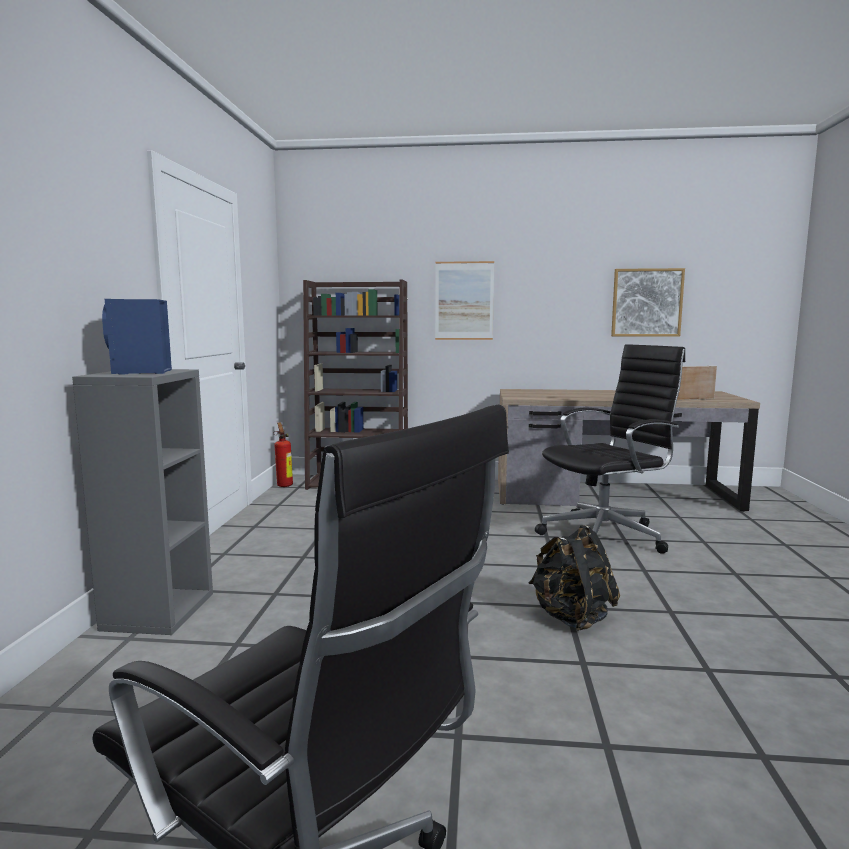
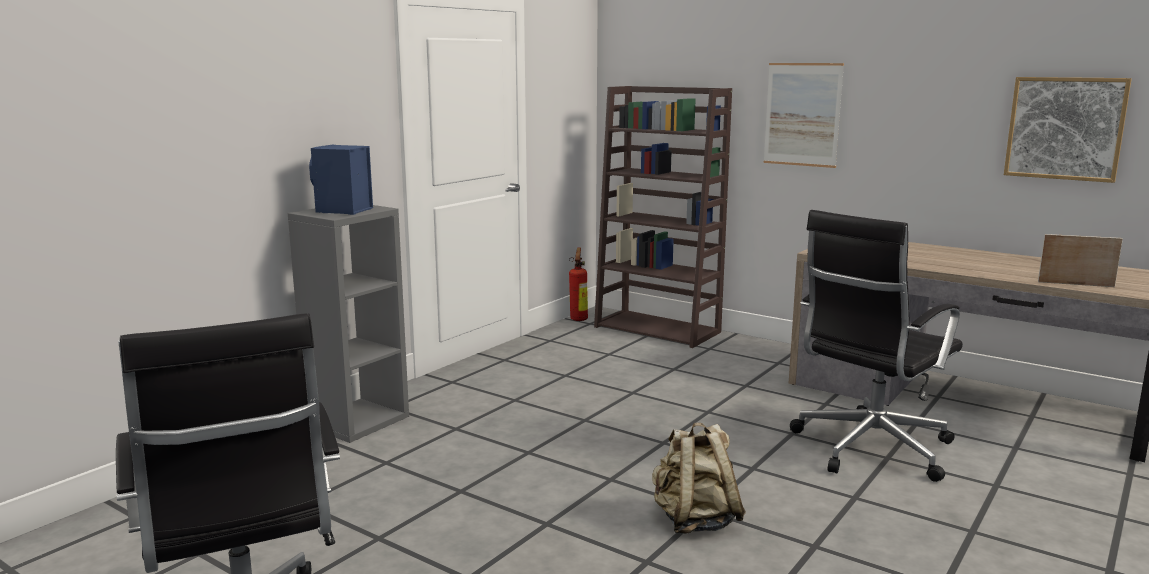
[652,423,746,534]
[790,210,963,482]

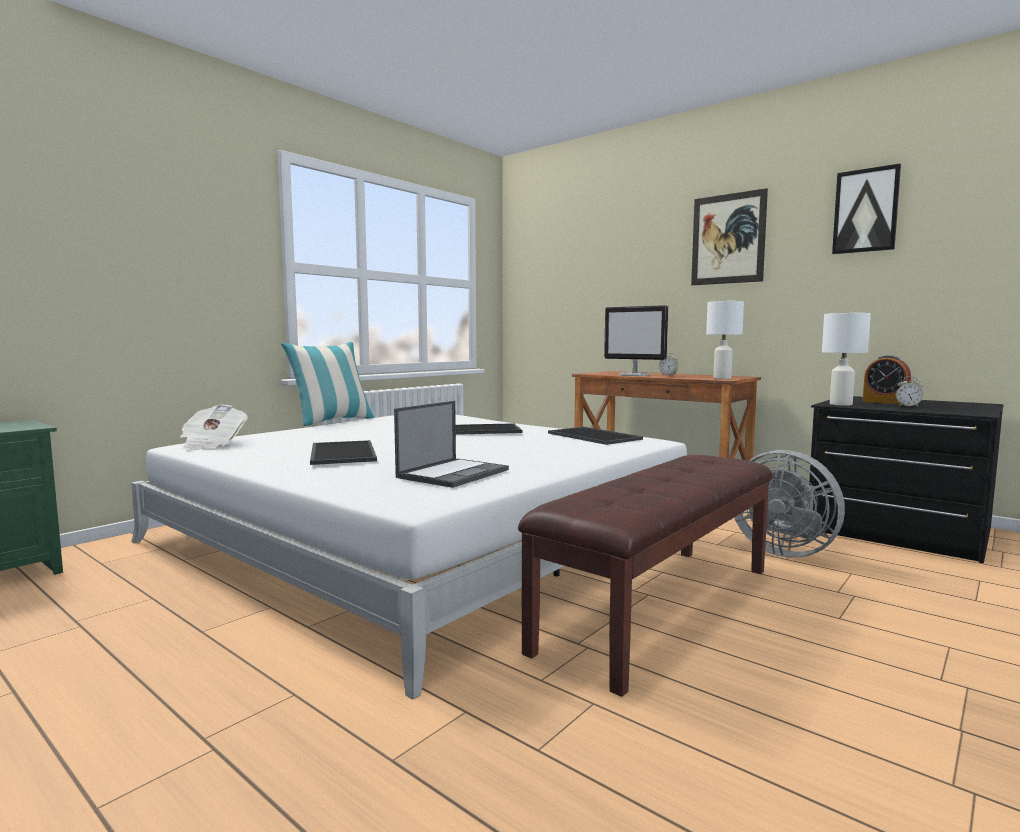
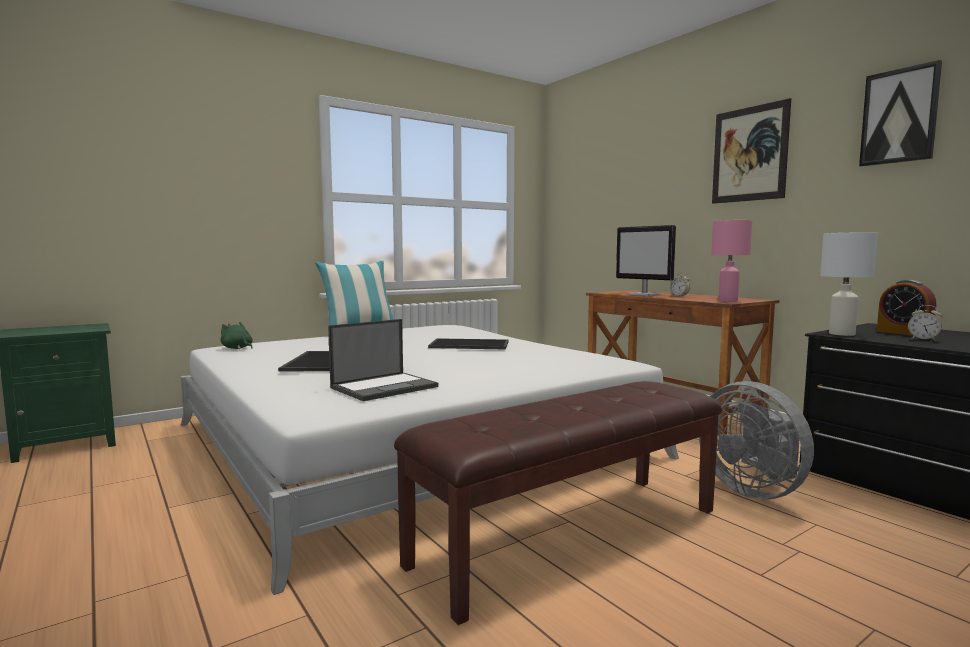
[220,322,253,349]
[548,427,643,445] (first image)
[711,220,752,302]

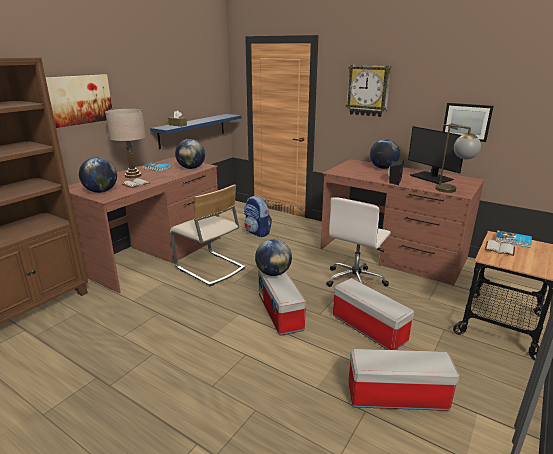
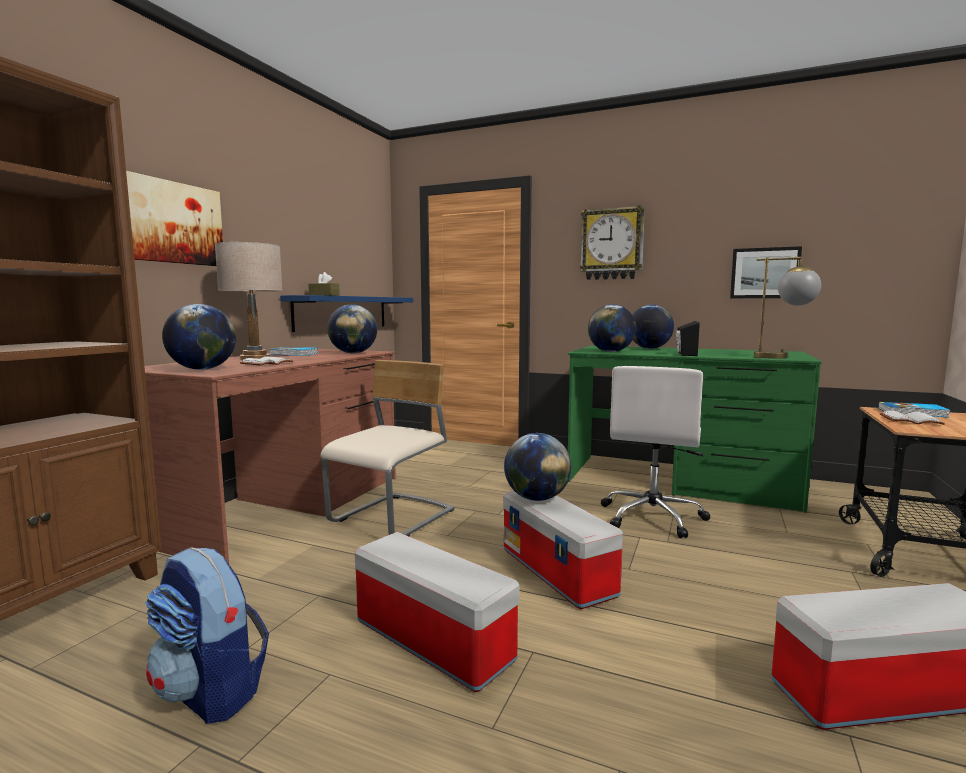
[320,360,455,536]
[145,548,269,724]
[568,346,822,513]
[355,532,520,692]
[408,126,463,184] (first image)
[588,304,636,352]

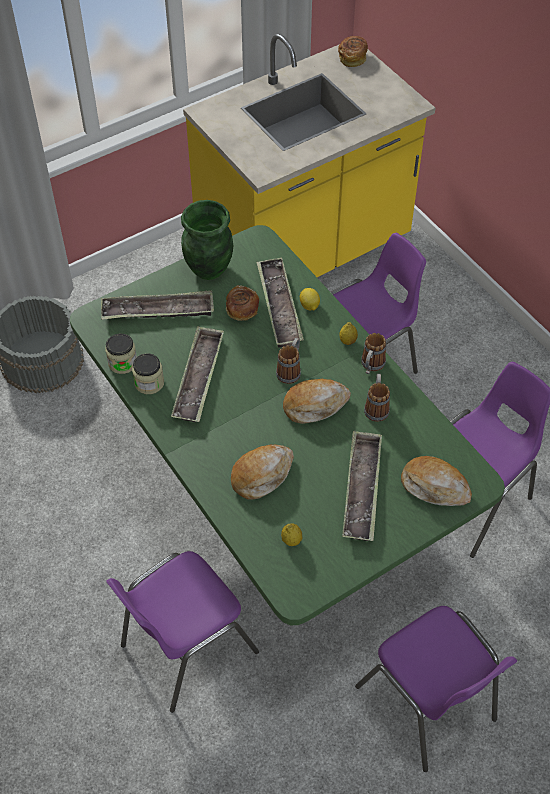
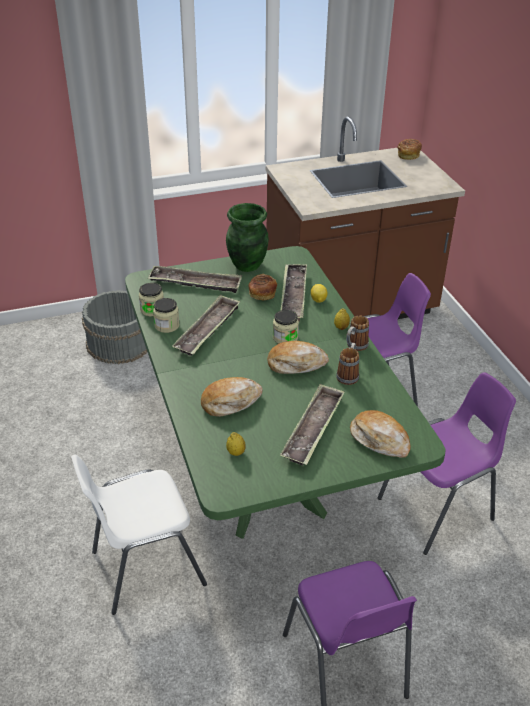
[71,454,207,615]
[266,117,465,319]
[273,310,299,344]

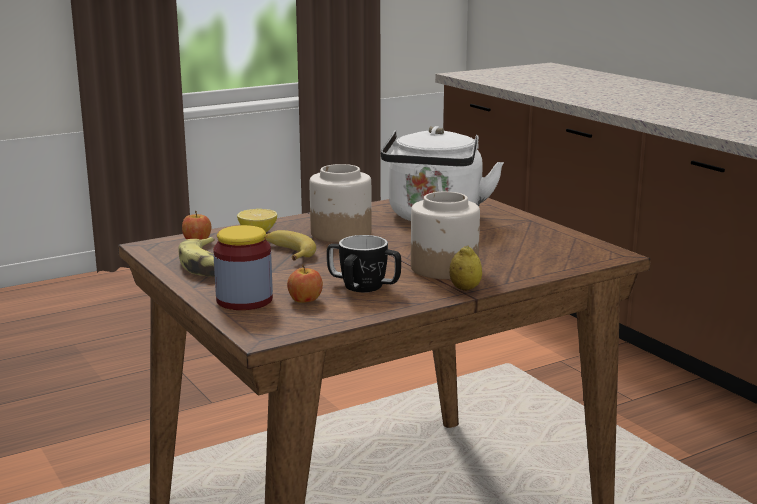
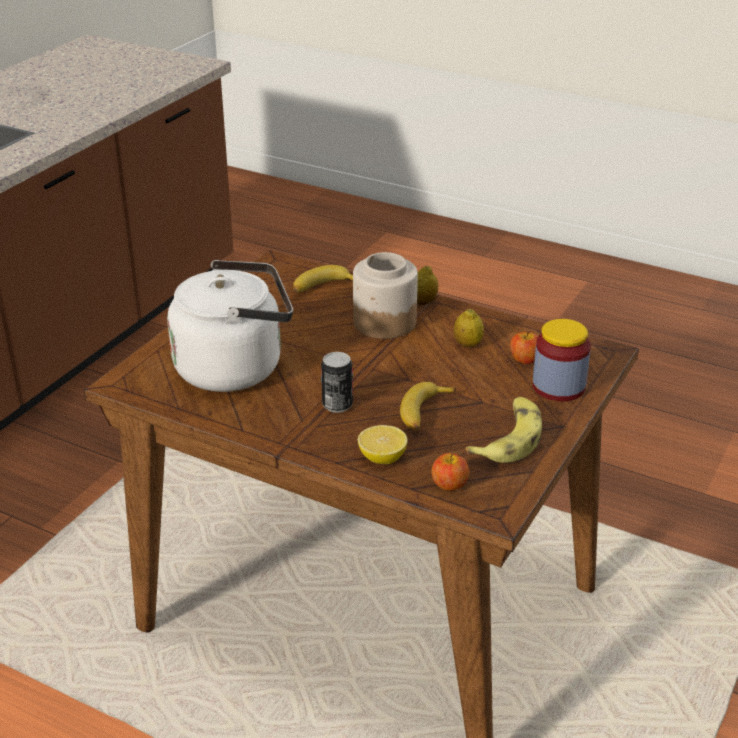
[321,352,353,413]
[454,309,484,347]
[293,265,353,293]

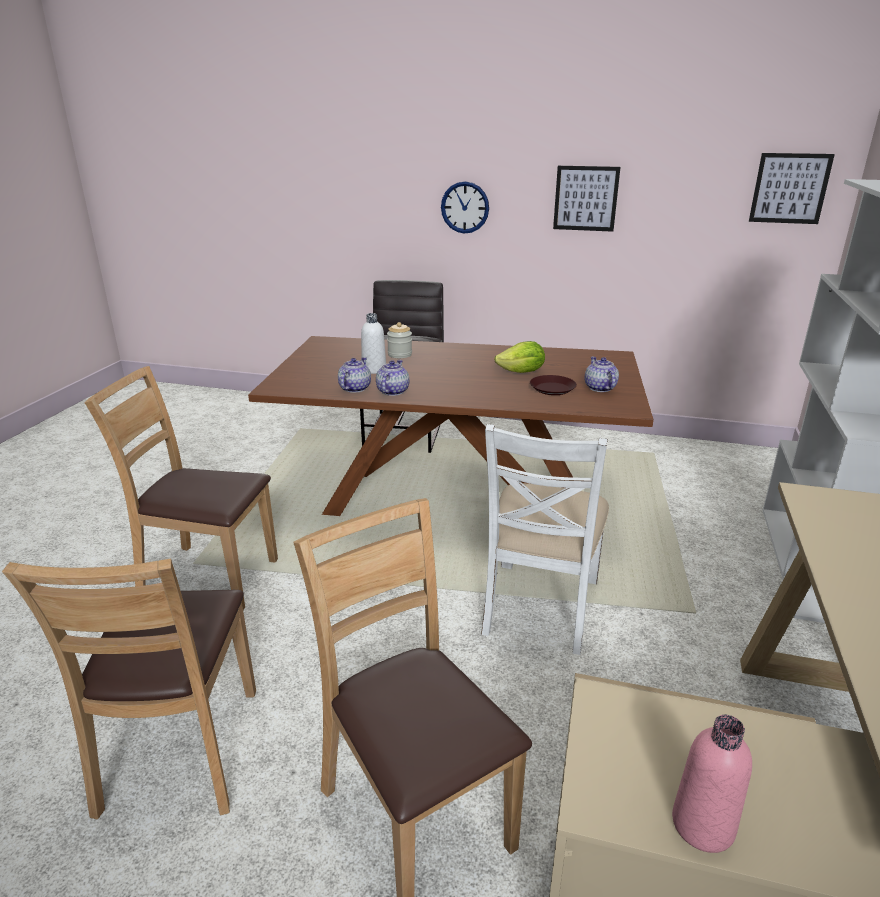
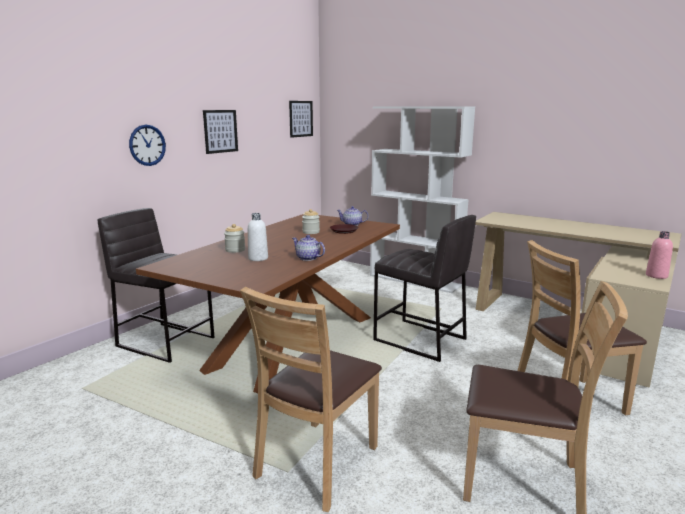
[338,357,371,393] (first image)
[373,215,476,362]
[302,209,320,234]

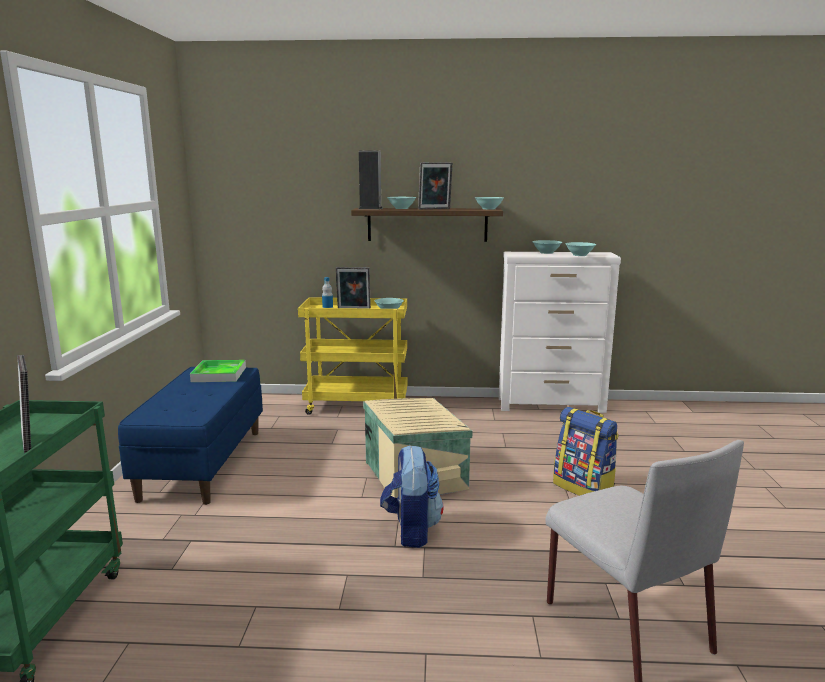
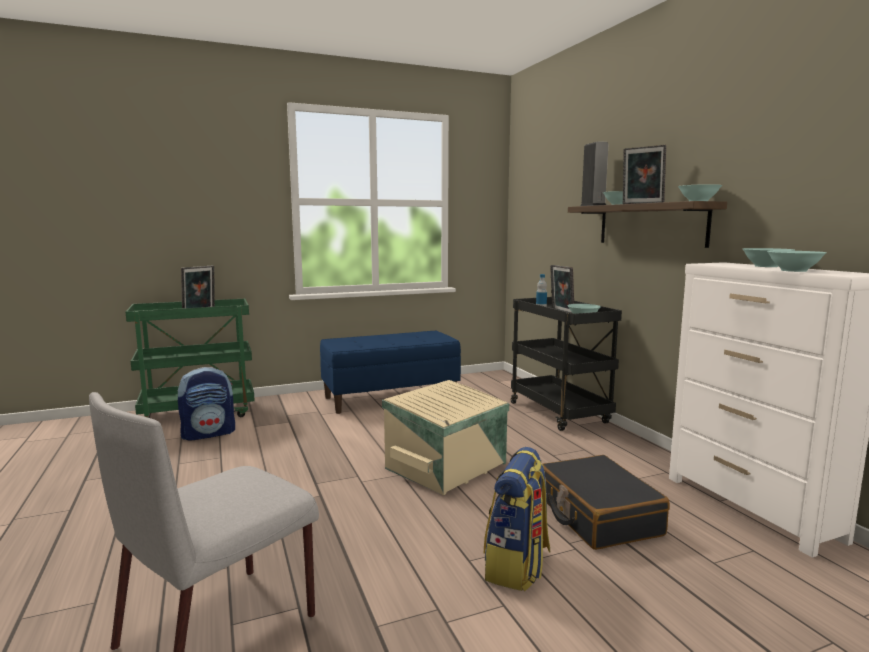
[190,360,246,382] (first image)
[511,297,622,431]
[177,367,235,441]
[541,455,670,550]

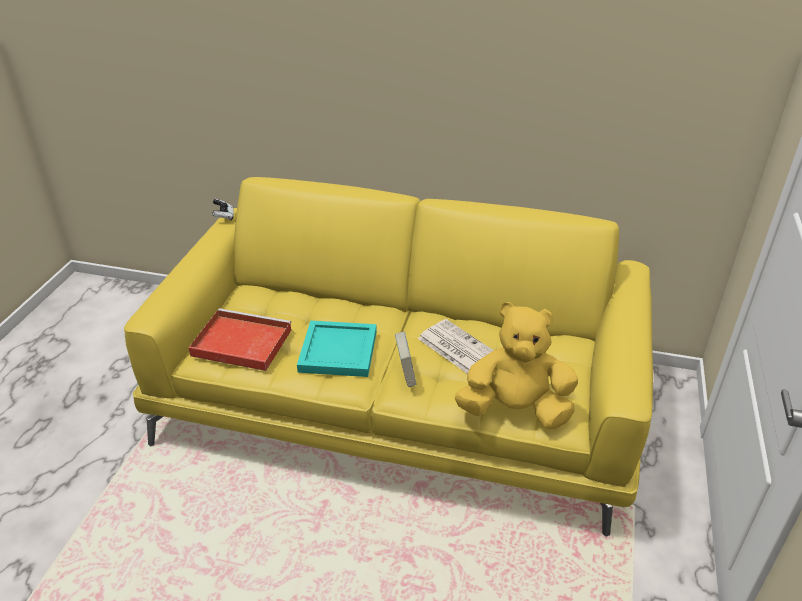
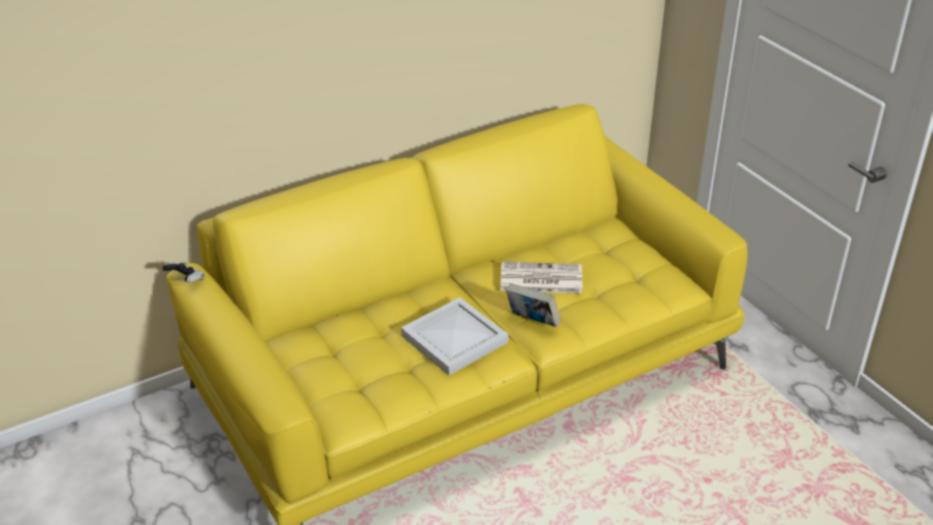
[188,308,291,371] (first image)
[401,297,509,375]
[455,302,578,429] (first image)

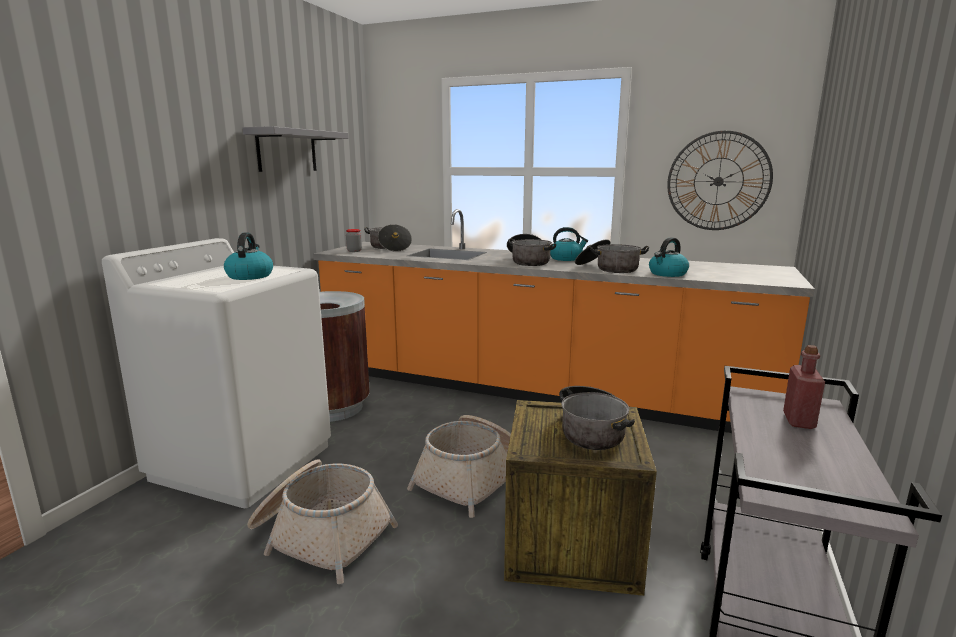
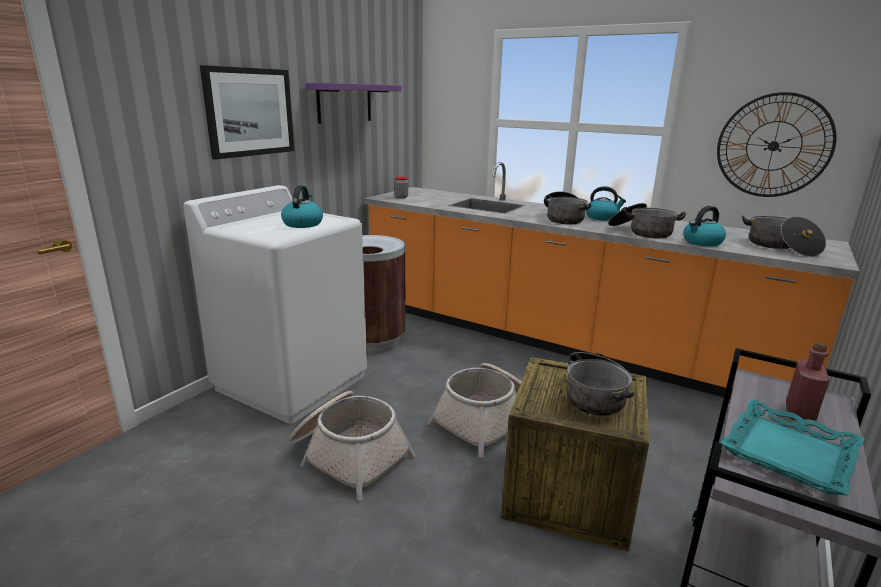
[305,83,402,124]
[742,216,826,257]
[200,65,294,160]
[720,399,864,495]

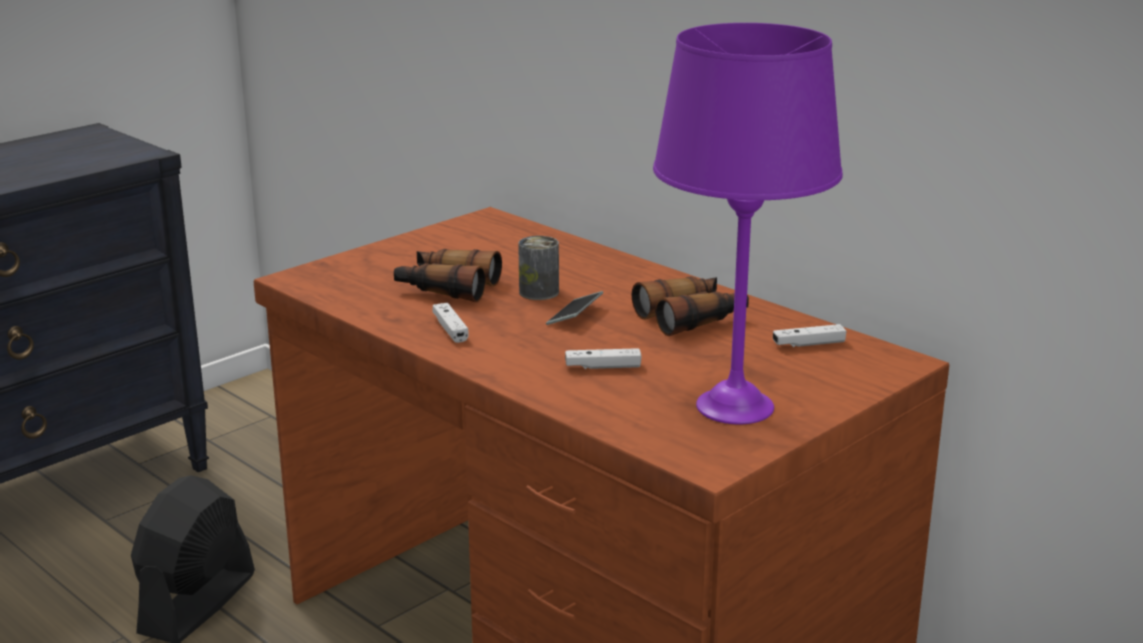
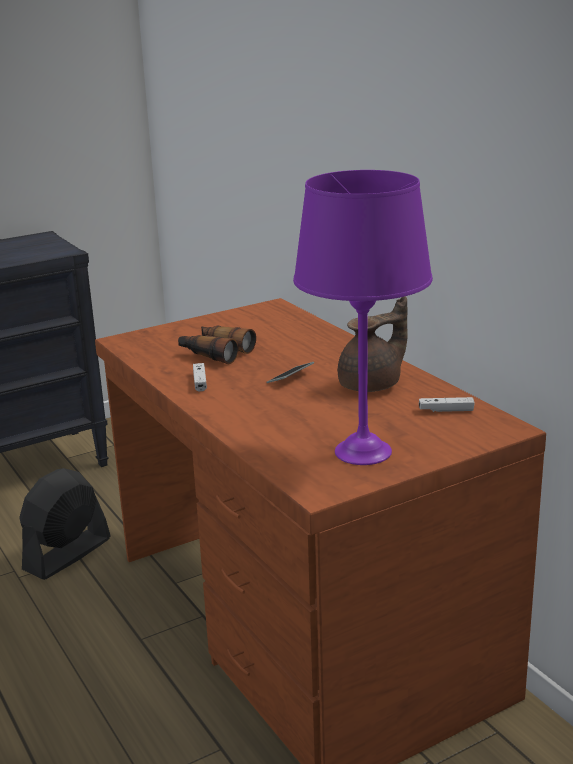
[518,236,559,300] (first image)
[565,348,641,369] (first image)
[337,296,408,392]

